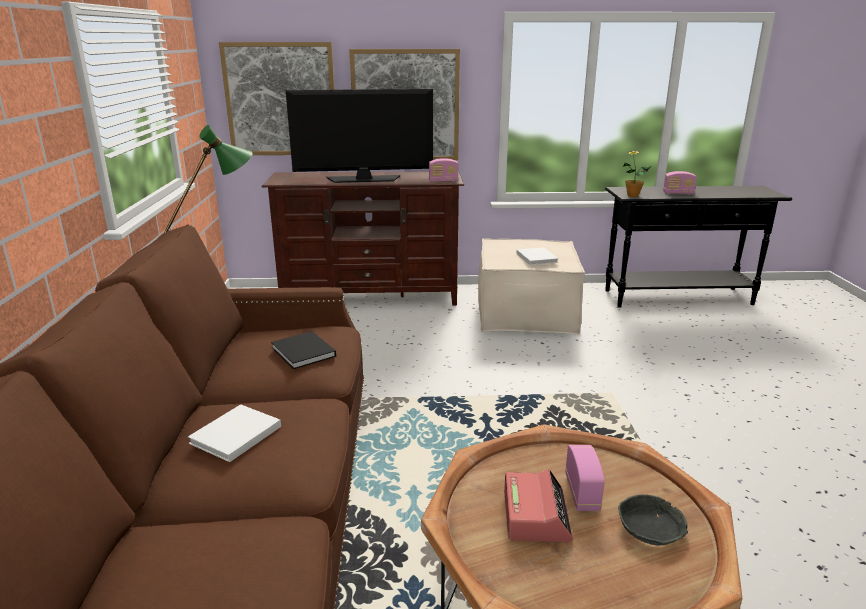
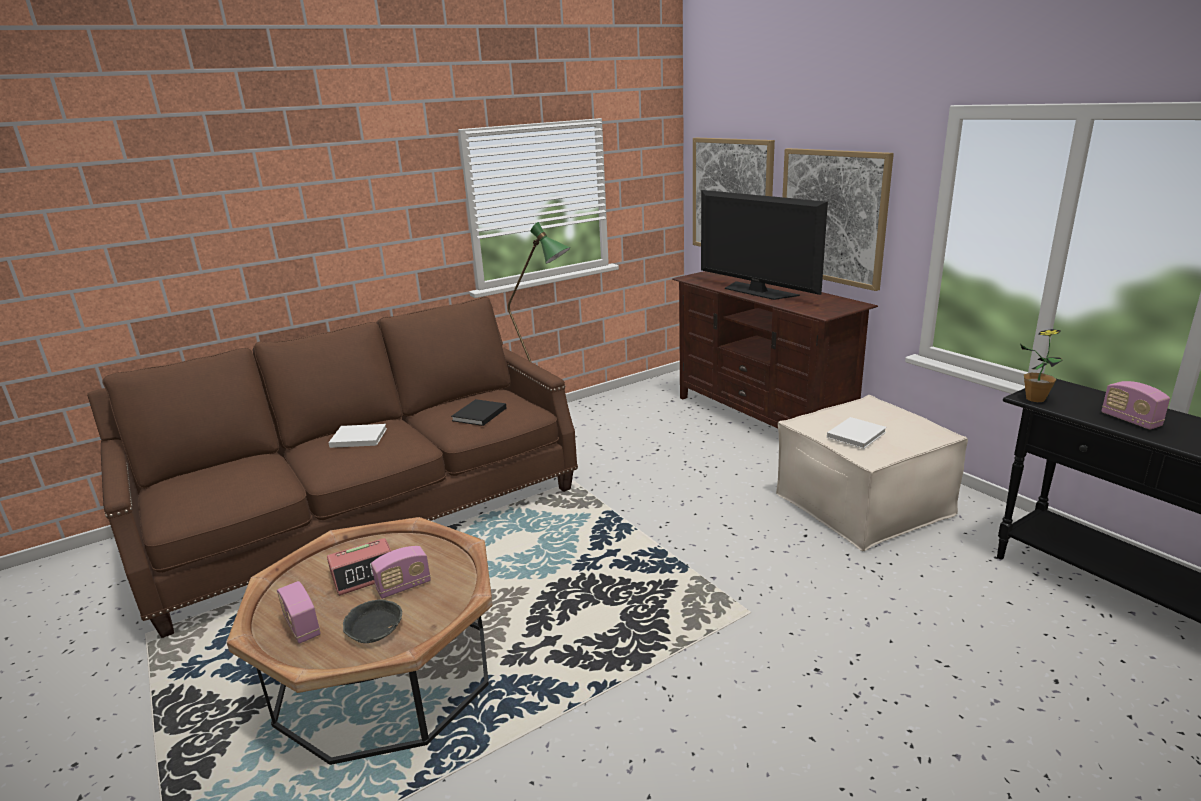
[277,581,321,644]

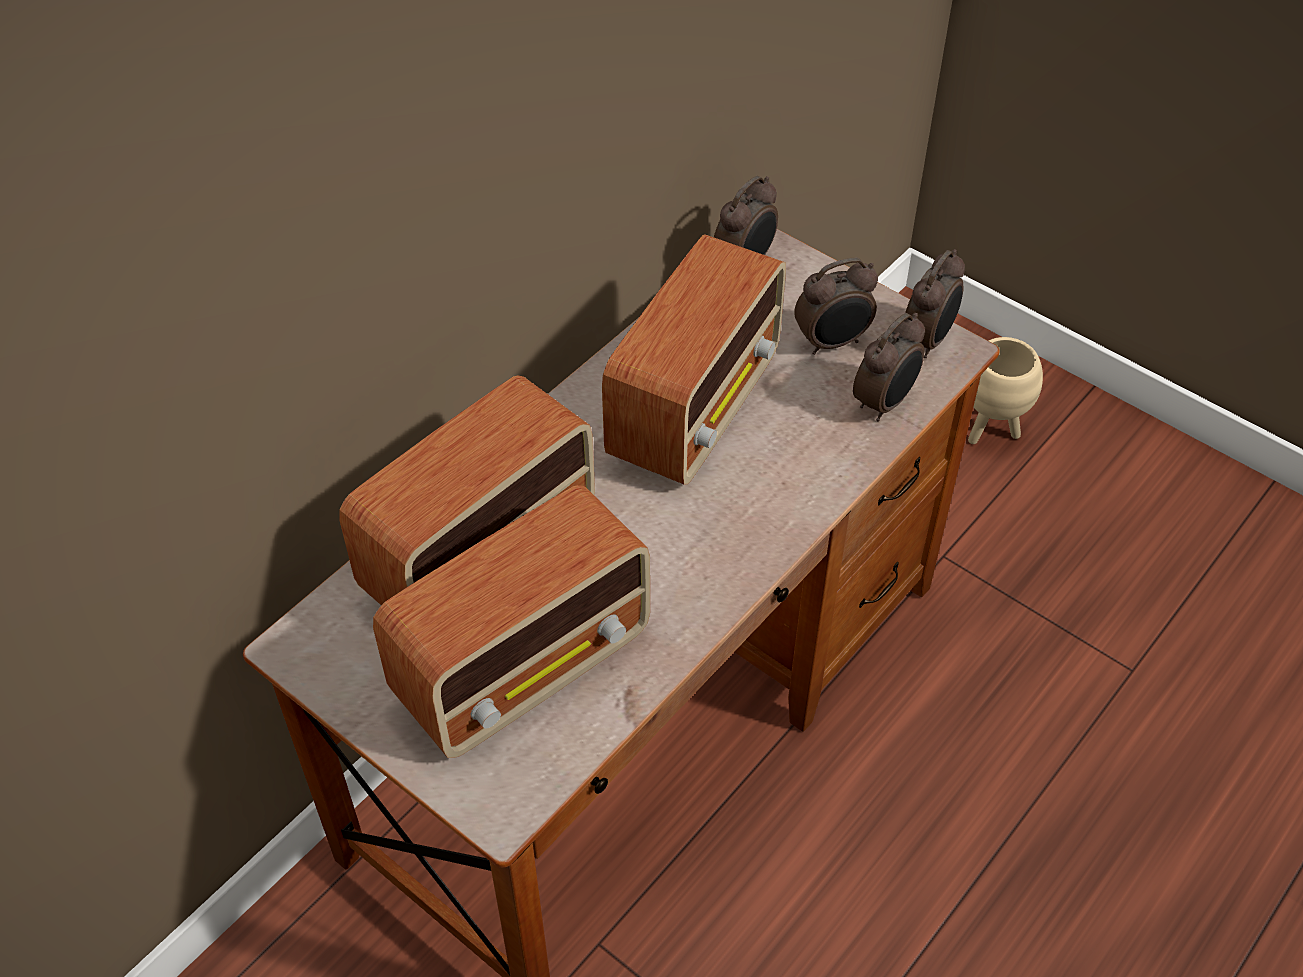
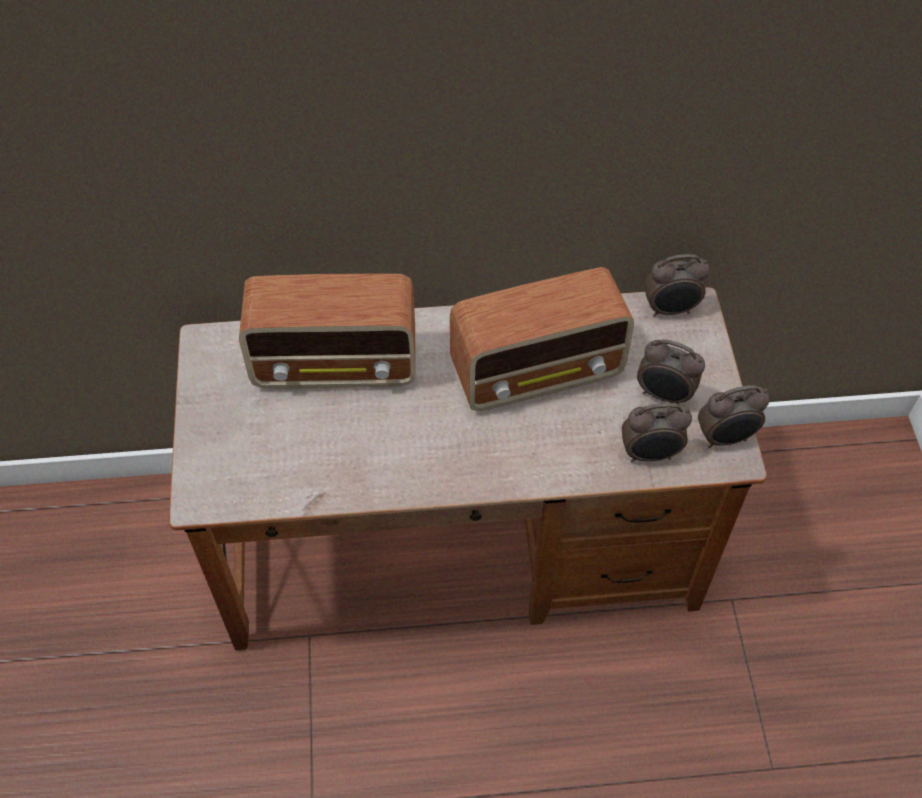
[373,485,650,758] (first image)
[968,337,1043,444] (first image)

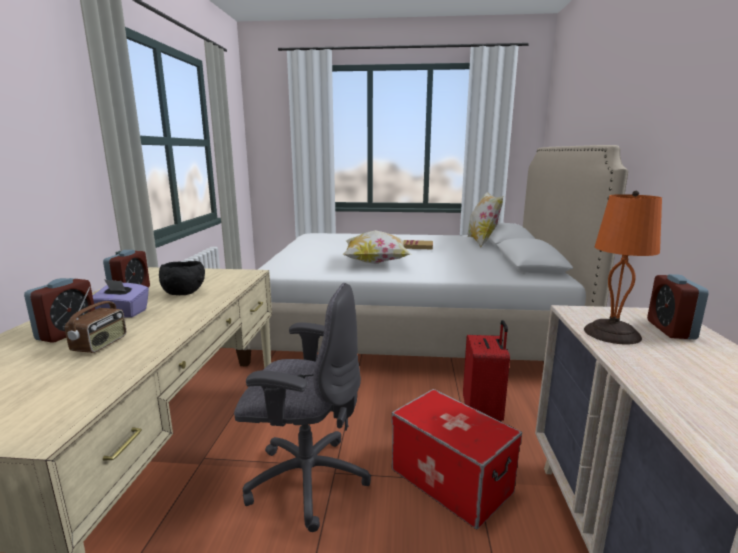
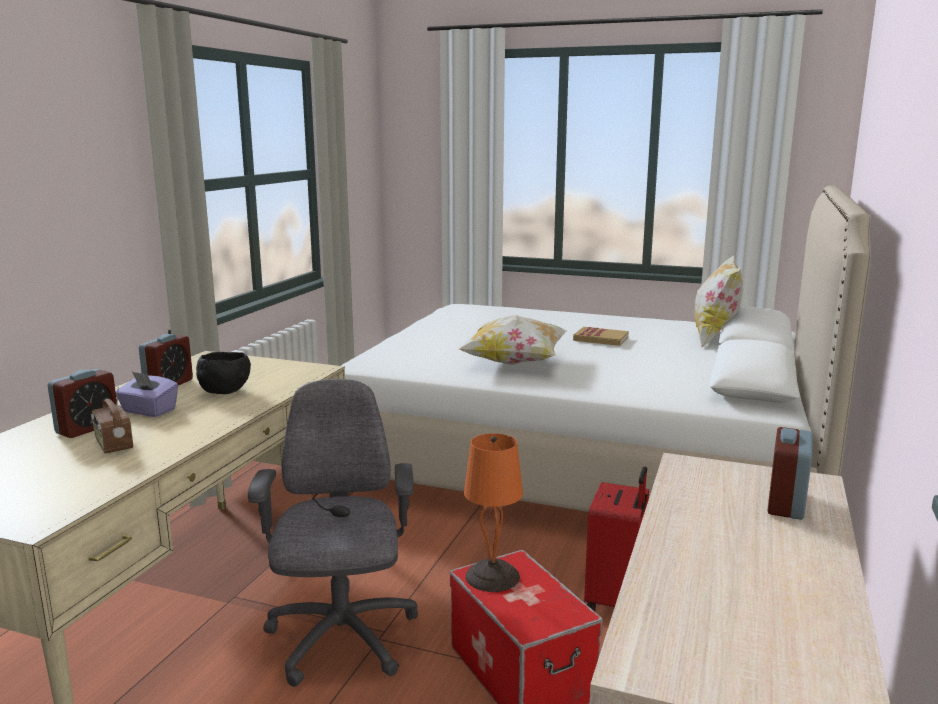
[91,387,133,454]
[248,379,418,687]
[464,433,523,592]

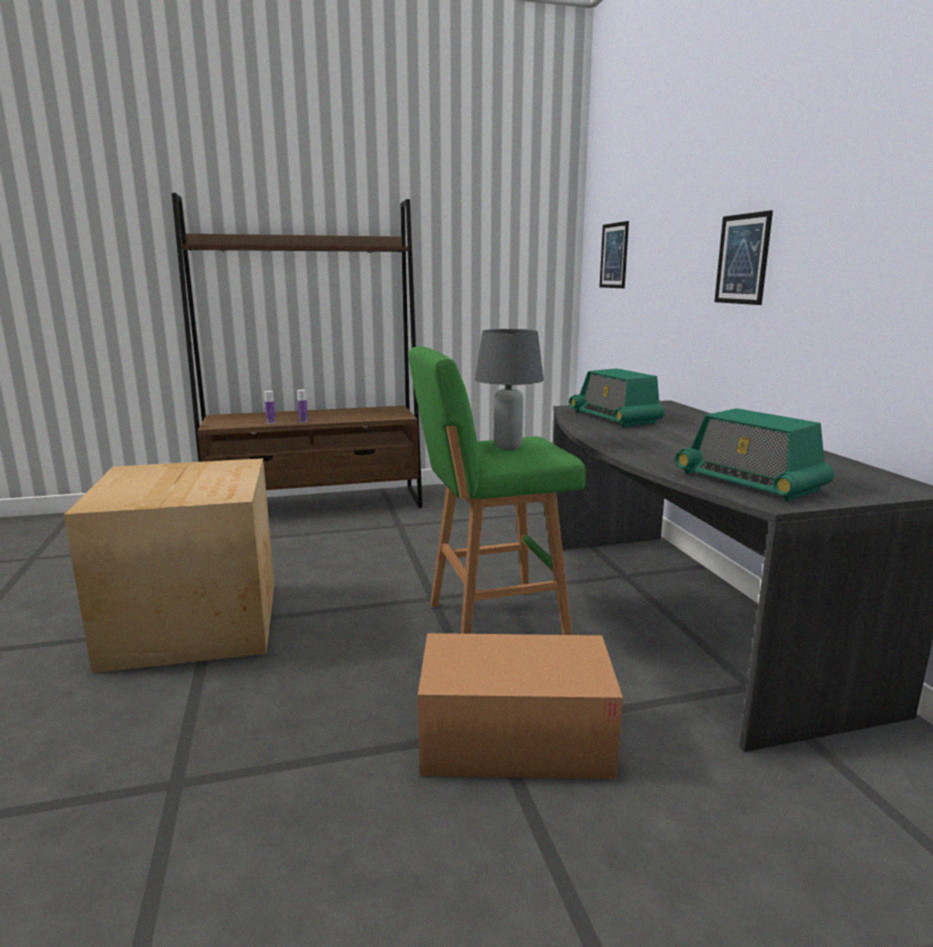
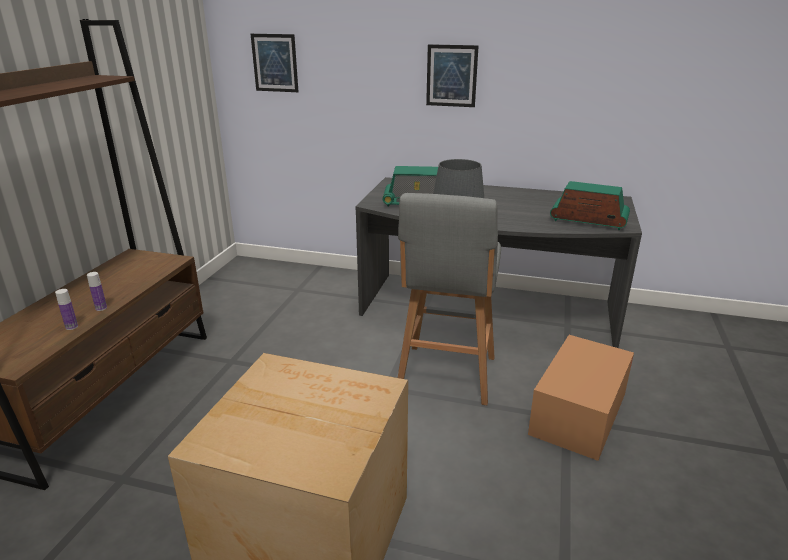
[398,193,501,405]
[550,181,630,230]

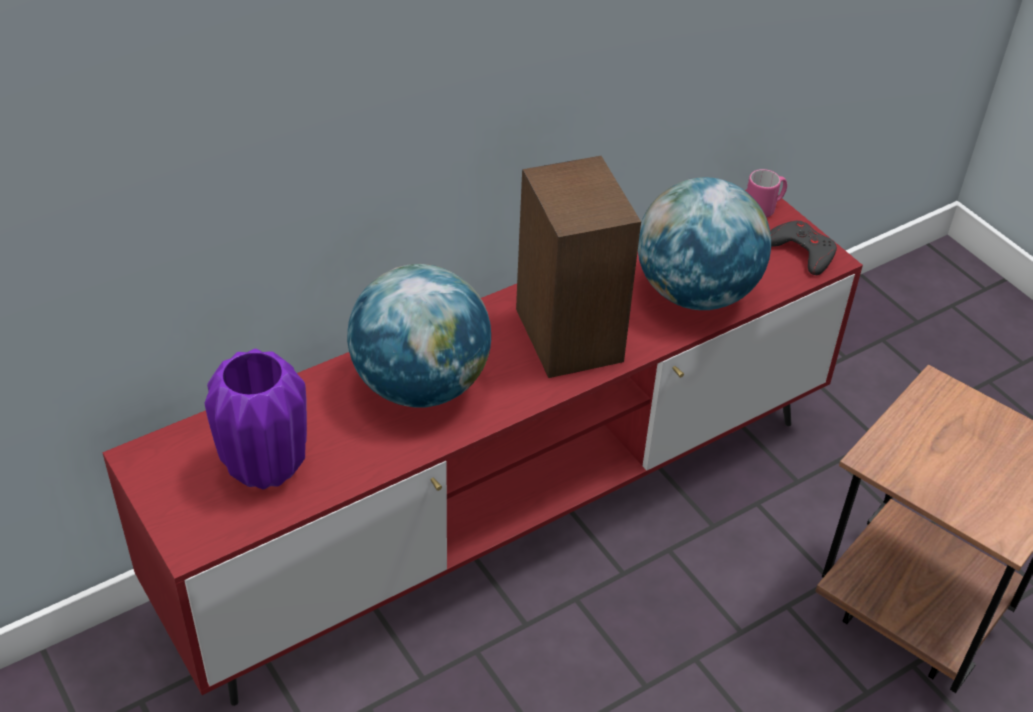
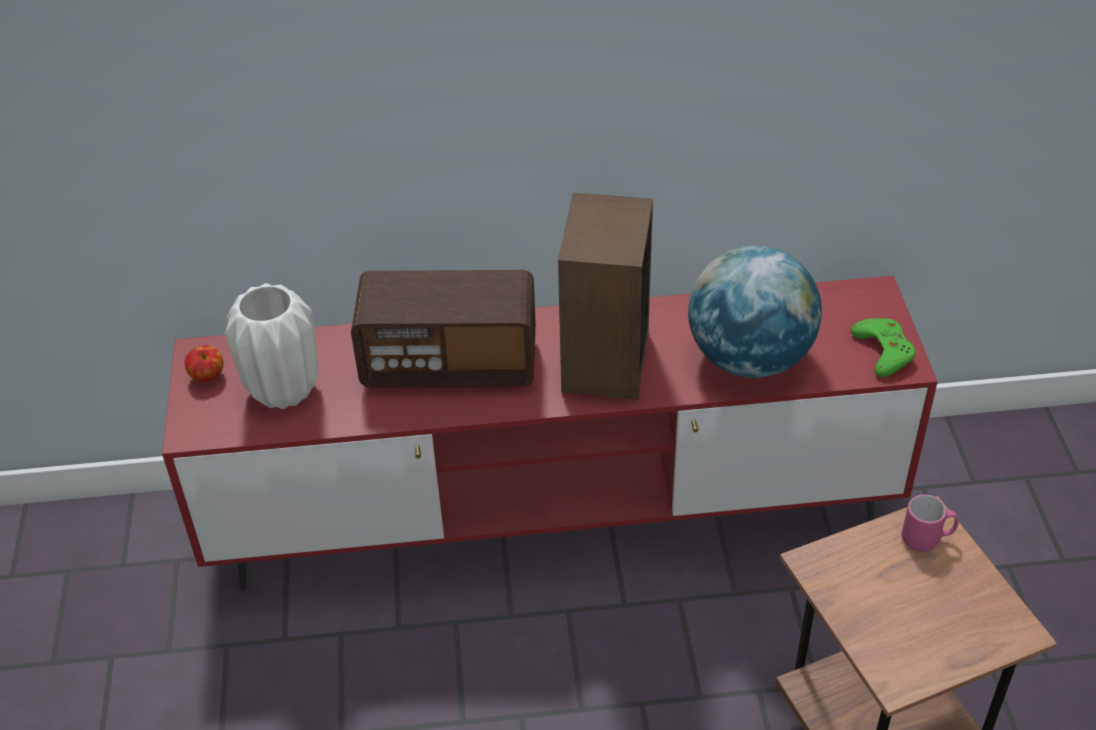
[225,283,318,409]
[351,270,536,388]
[902,495,959,552]
[851,318,916,377]
[185,345,224,382]

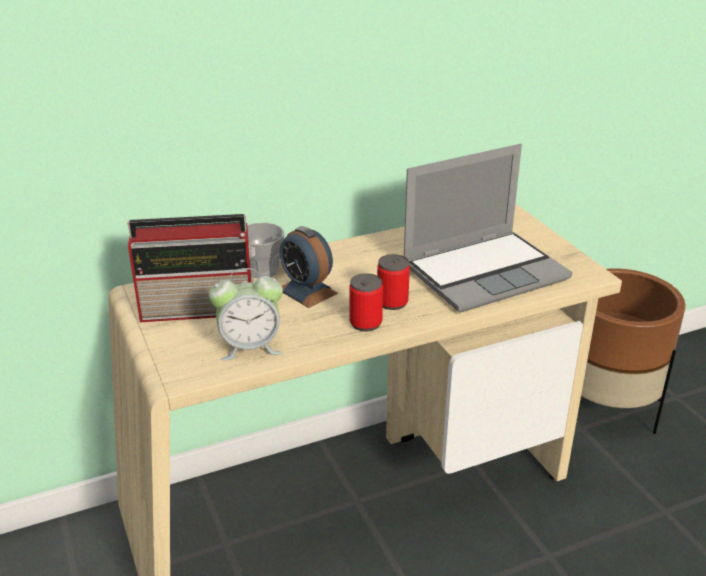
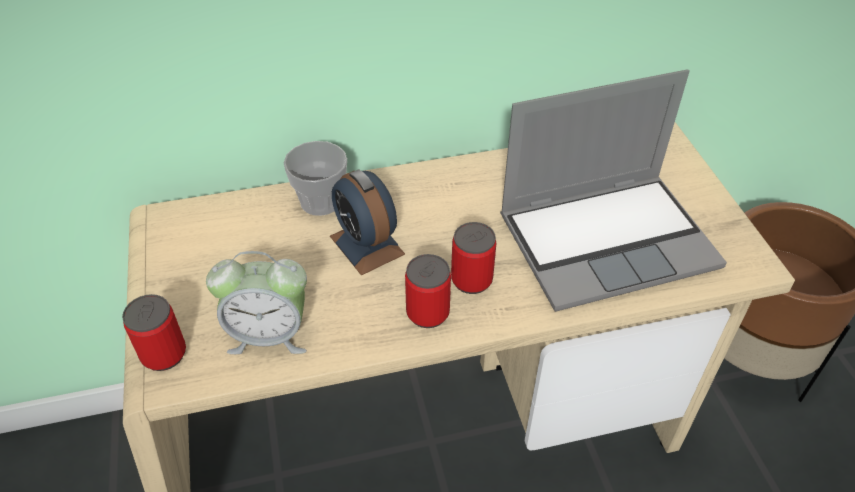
[128,214,256,322] (first image)
[122,294,186,371]

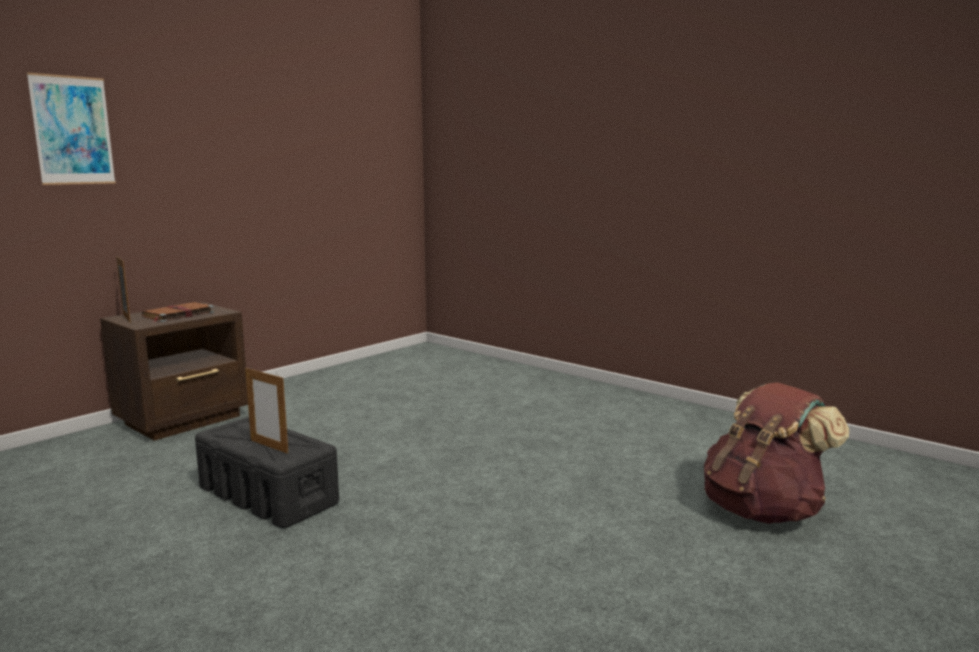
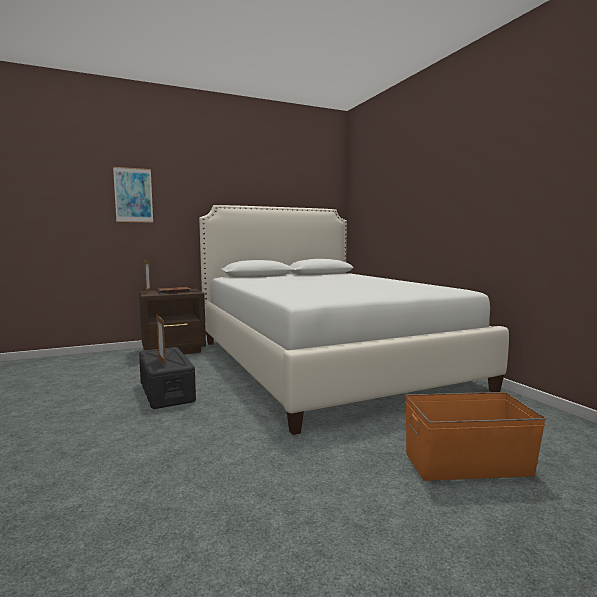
[405,392,546,481]
[199,205,509,435]

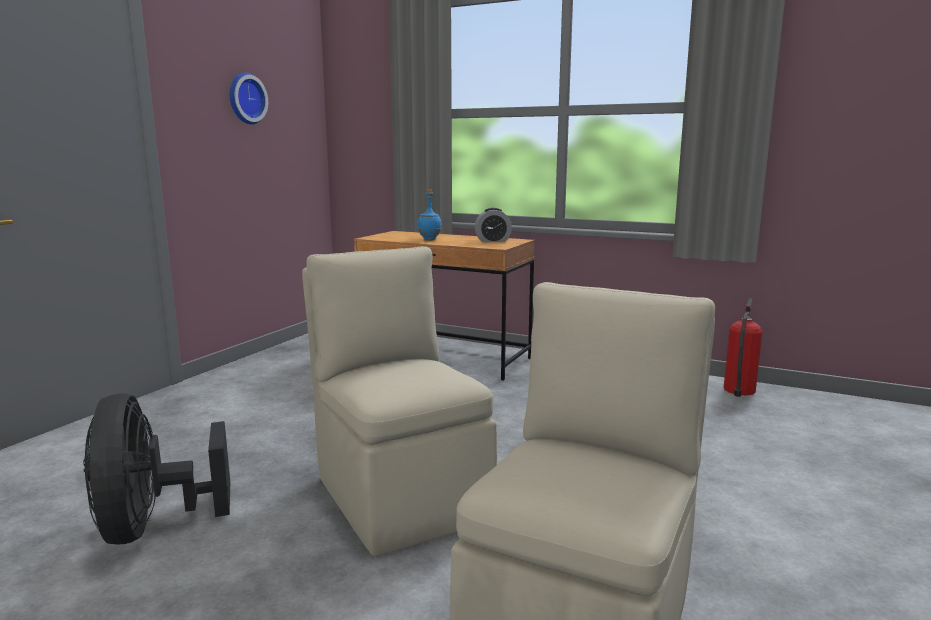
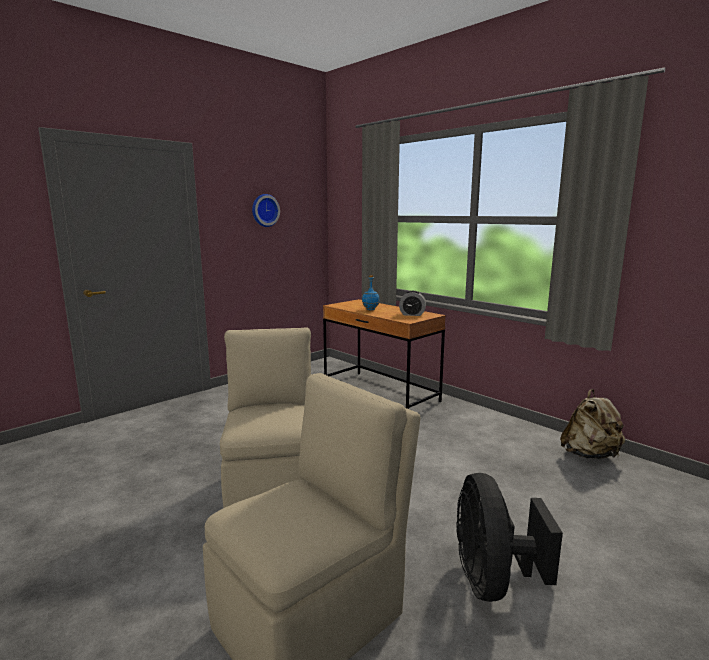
[456,473,563,602]
[560,389,625,459]

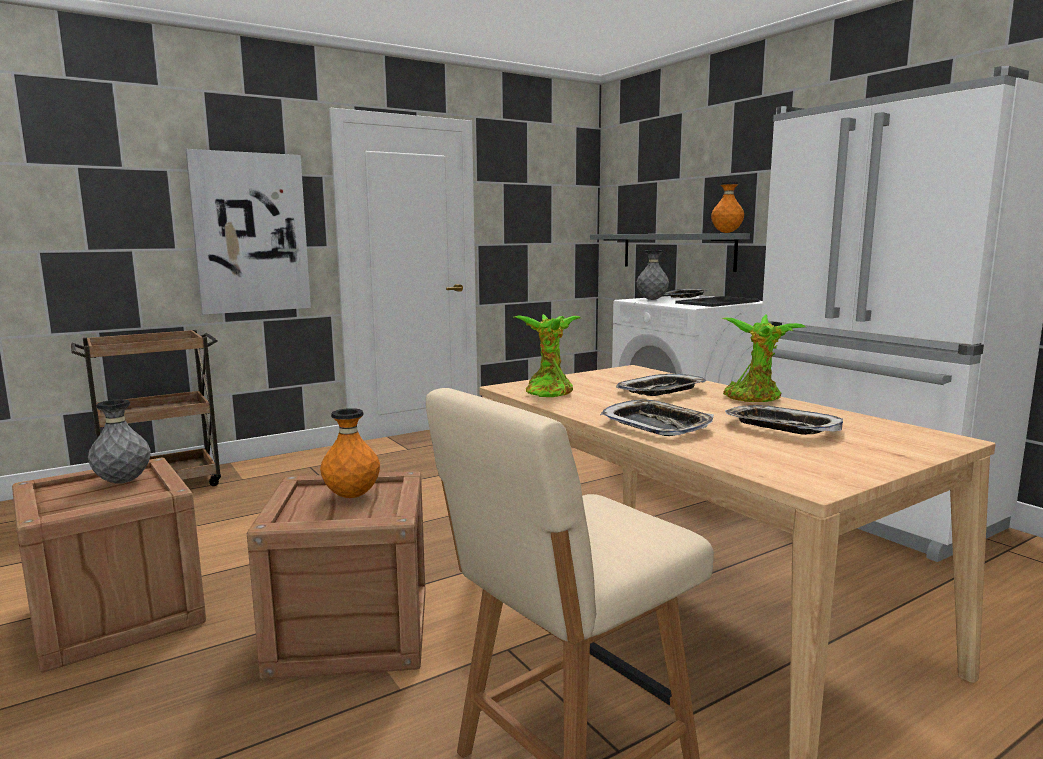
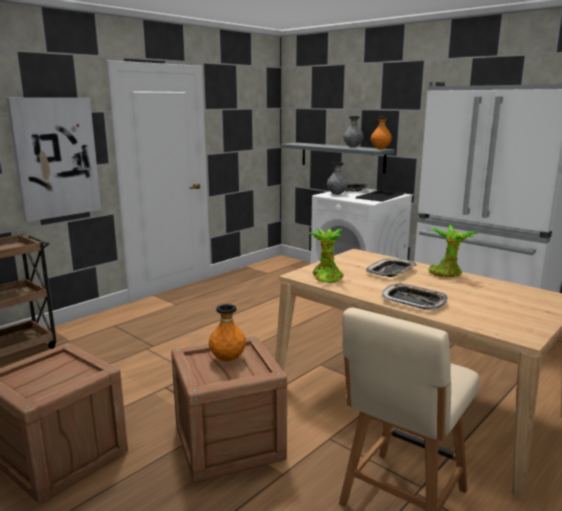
[344,116,364,147]
[725,405,843,435] (first image)

